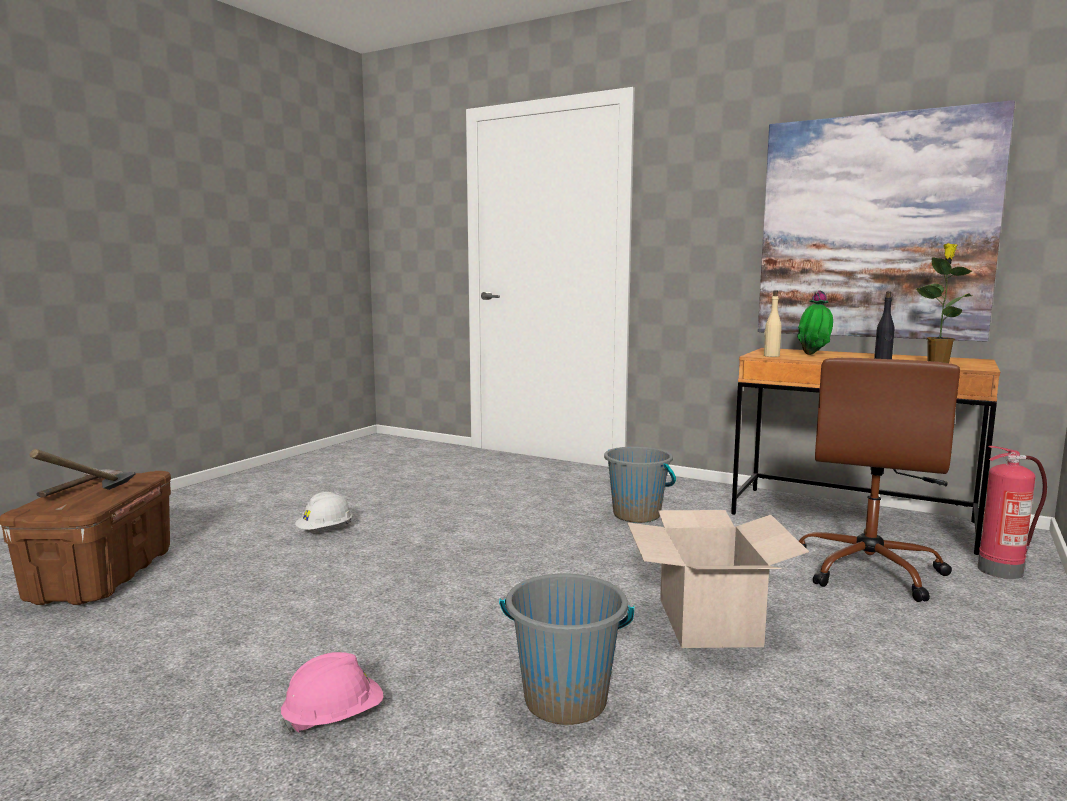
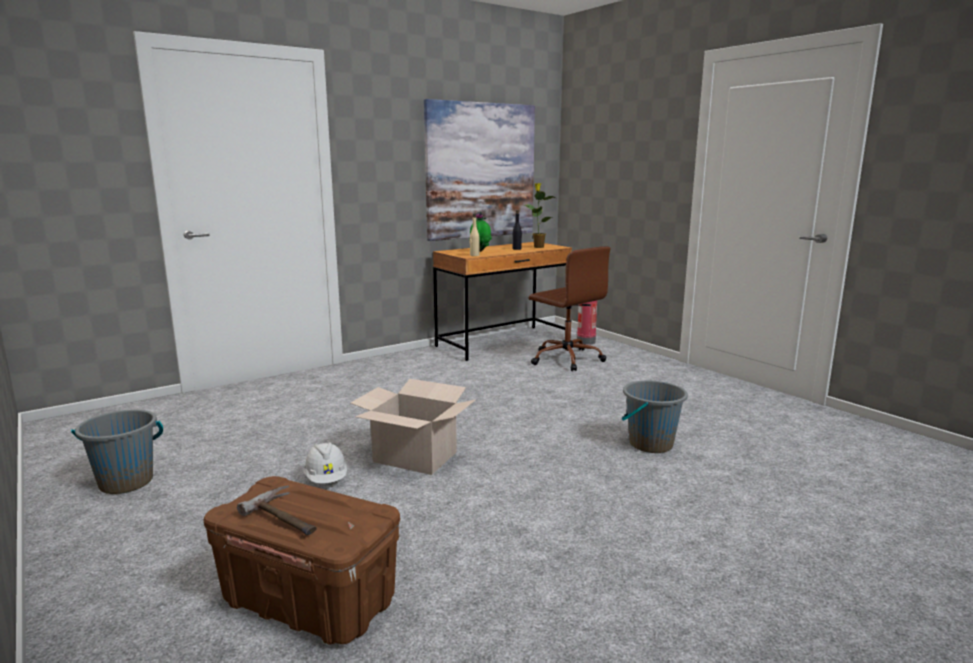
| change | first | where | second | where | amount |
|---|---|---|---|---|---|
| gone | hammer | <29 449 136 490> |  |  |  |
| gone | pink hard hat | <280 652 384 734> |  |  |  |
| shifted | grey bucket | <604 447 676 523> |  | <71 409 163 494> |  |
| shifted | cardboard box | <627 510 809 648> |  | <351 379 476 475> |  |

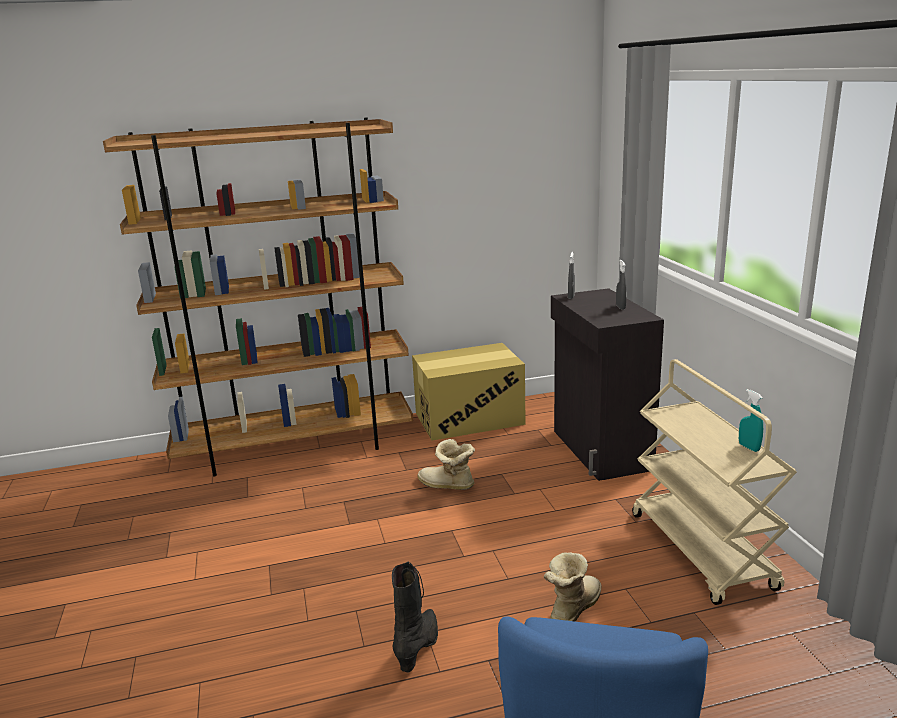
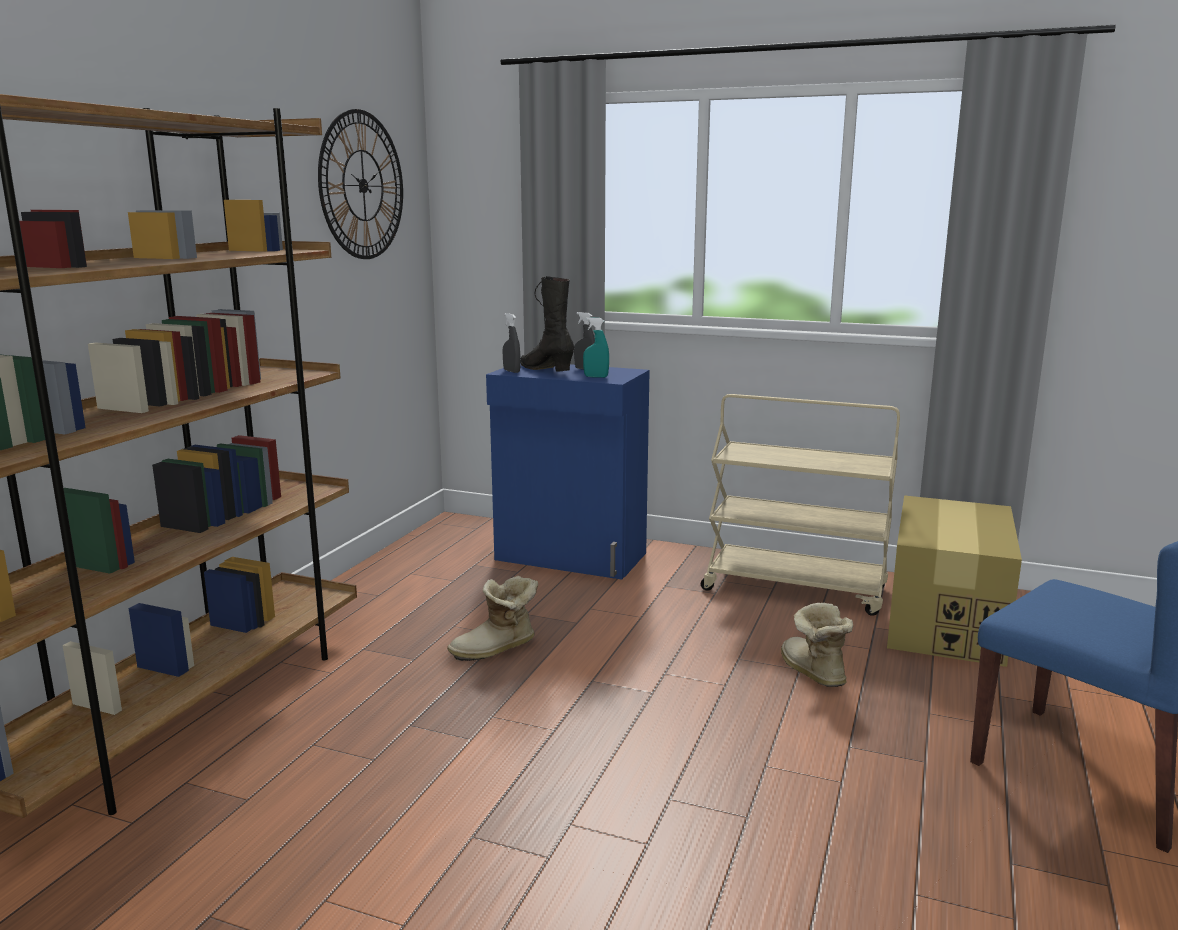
| change | first | where | second | where | amount |
|---|---|---|---|---|---|
| shifted | black boot | <392 561 438 673> |  | <521 276 574 372> |  |
| shifted | cardboard box | <412 343 526 441> |  | <887 495 1022 667> |  |
| repainted | black cabinet | <551 288 664 481> | blue cabinet | <486 364 650 580> |  |
| shifted | turquoise spray bottle | <739 389 763 452> |  | <583 317 609 378> |  |
| new |  |  | wall clock | <318 109 403 259> |  |

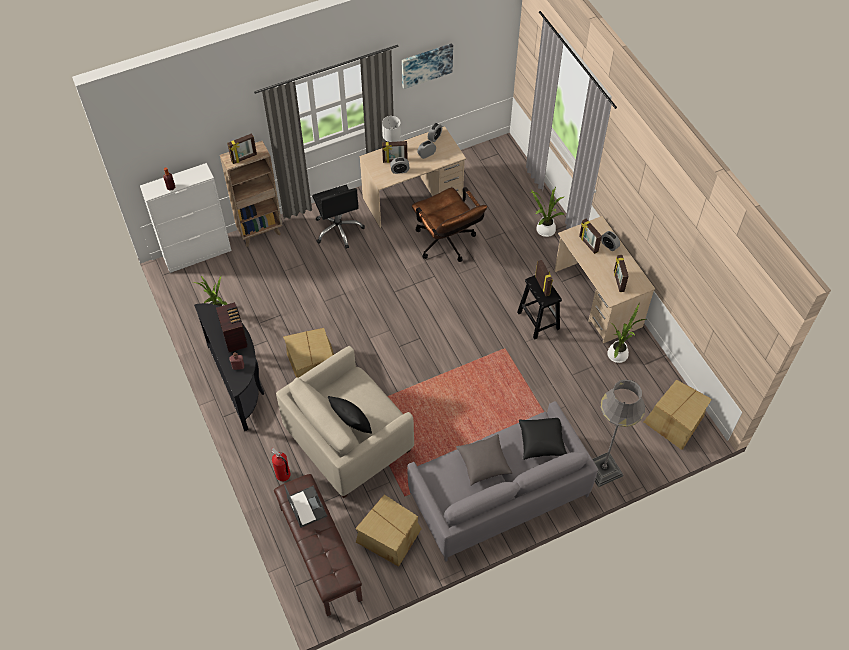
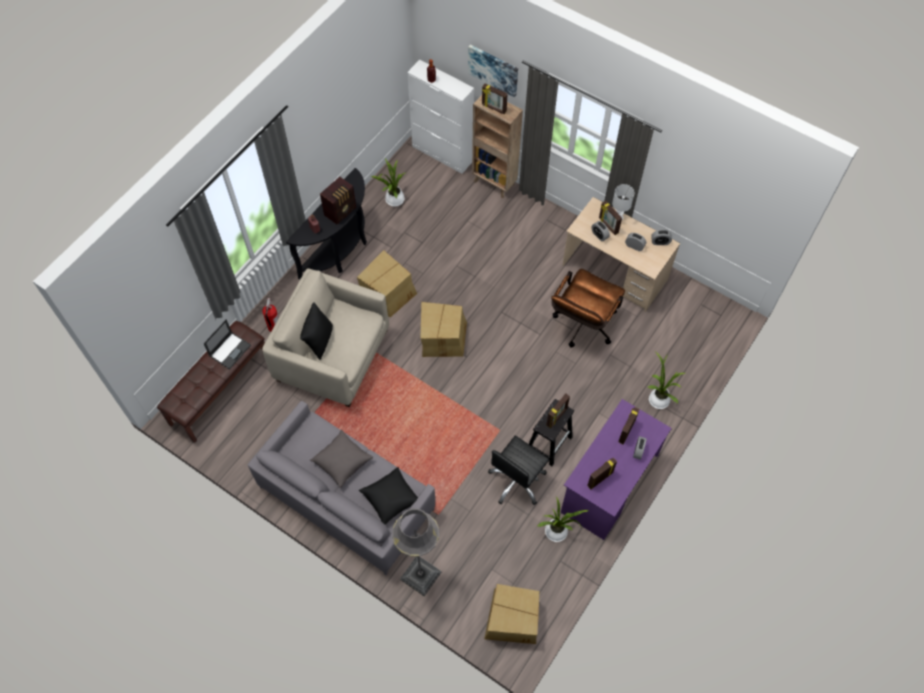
| change | first | where | second | where | amount |
|---|---|---|---|---|---|
| shifted | black office chair | <312 185 365 249> |  | <488 436 549 505> |  |
| shifted | cardboard box | <355 494 421 567> |  | <421 302 467 357> |  |
| shifted | picture | <402 43 453 89> |  | <468 44 518 98> |  |
| repainted | beige desk | <555 216 655 344> | purple desk | <561 399 672 540> |  |

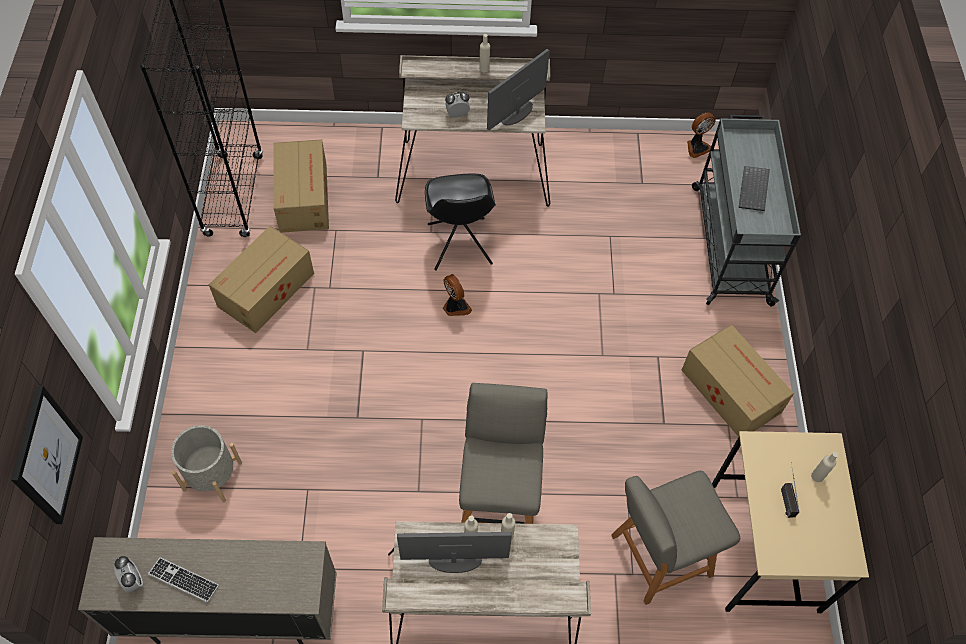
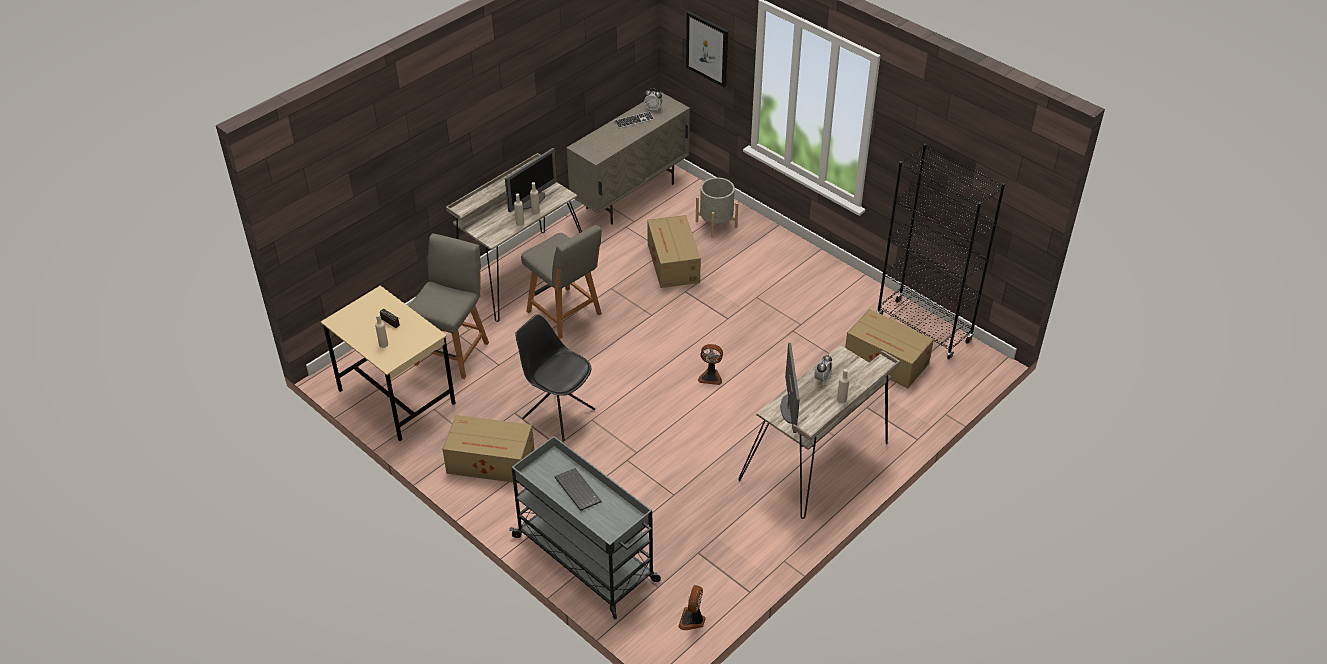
| change | first | where | second | where | amount |
|---|---|---|---|---|---|
| shifted | cardboard box | <209 226 314 333> |  | <647 215 701 288> |  |
| shifted | black chair | <425 174 496 271> |  | <515 315 595 441> |  |

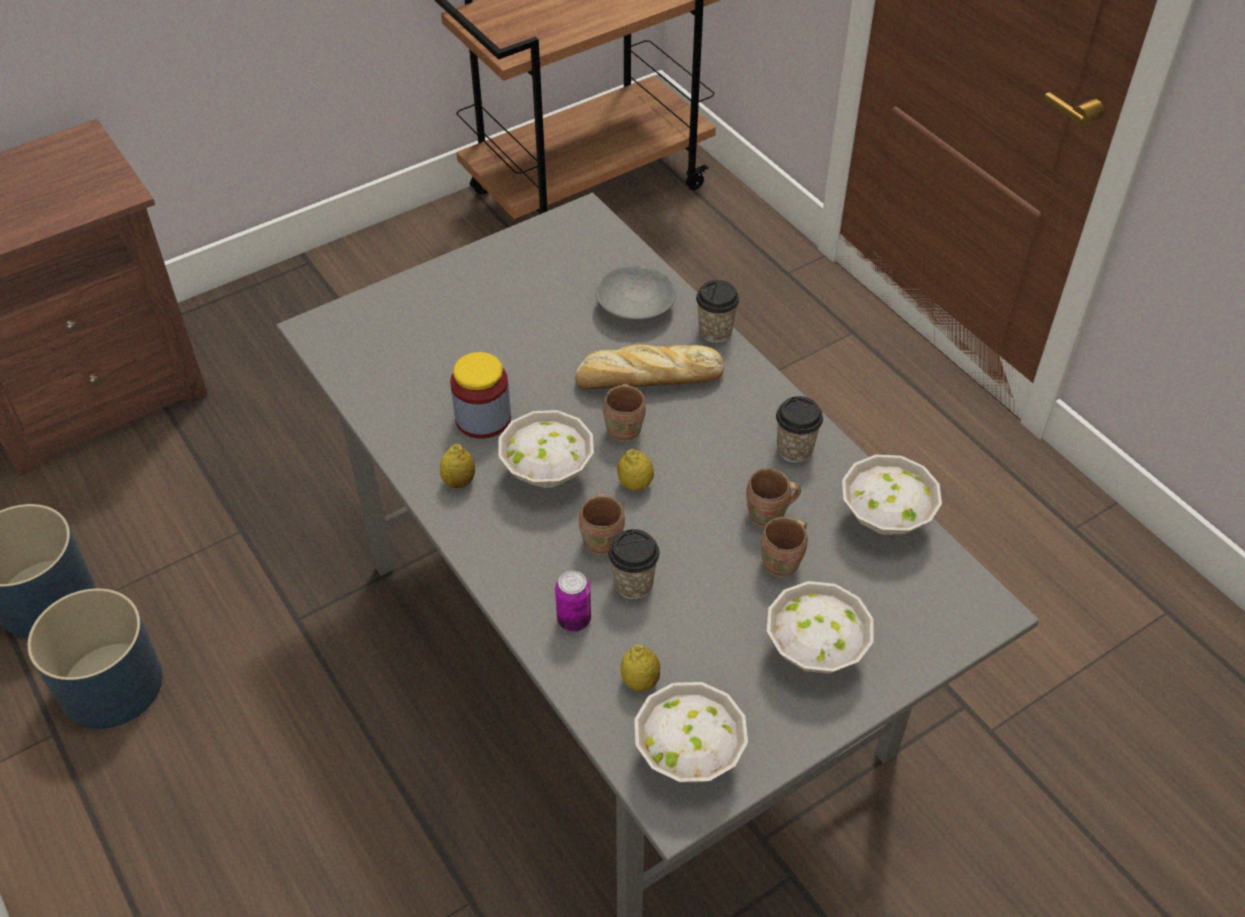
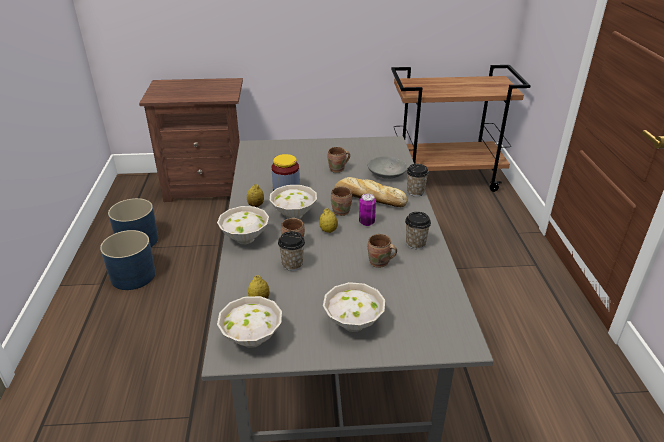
| change | first | where | second | where | amount |
|---|---|---|---|---|---|
| shifted | can | <555 571 591 632> |  | <359 194 376 226> |  |
| shifted | brown mug | <760 517 808 577> |  | <328 147 350 173> |  |
| shifted | white bowl | <842 455 942 535> |  | <217 206 269 244> |  |

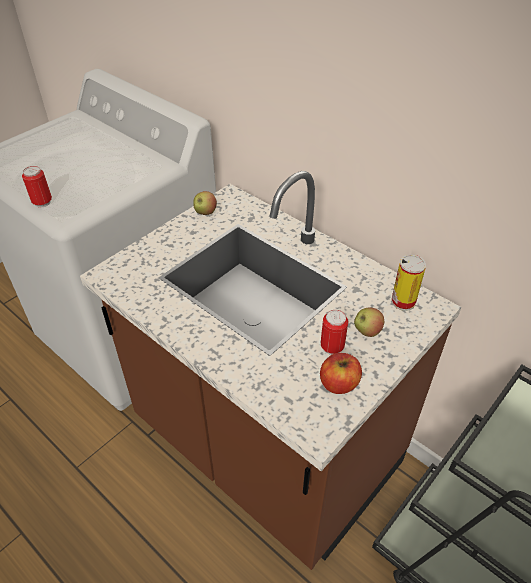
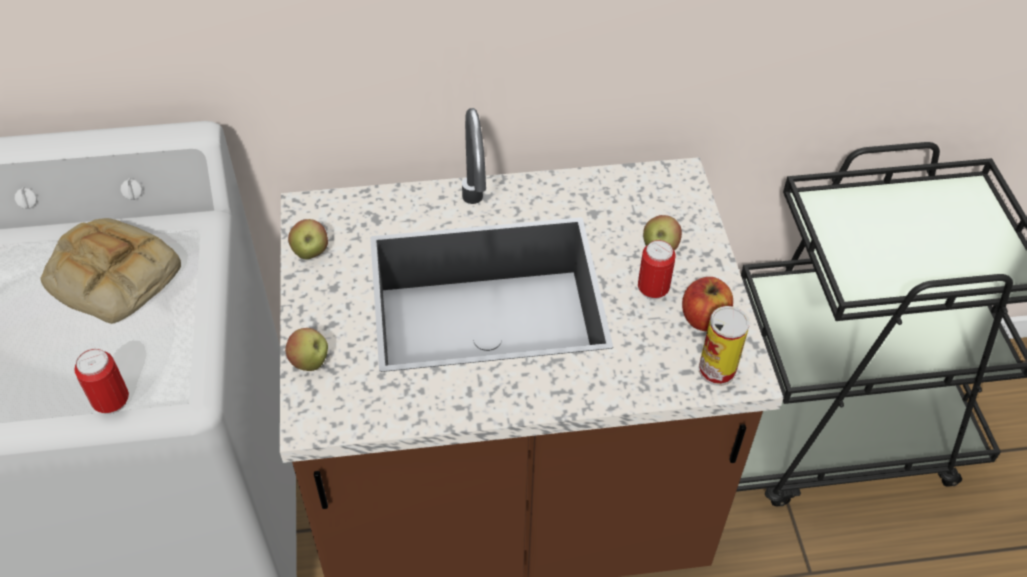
| change | first | where | second | where | amount |
|---|---|---|---|---|---|
| shifted | can | <391 254 426 311> |  | <699 306 749 386> |  |
| new |  |  | bread | <40 218 181 324> |  |
| new |  |  | apple | <285 328 328 371> |  |

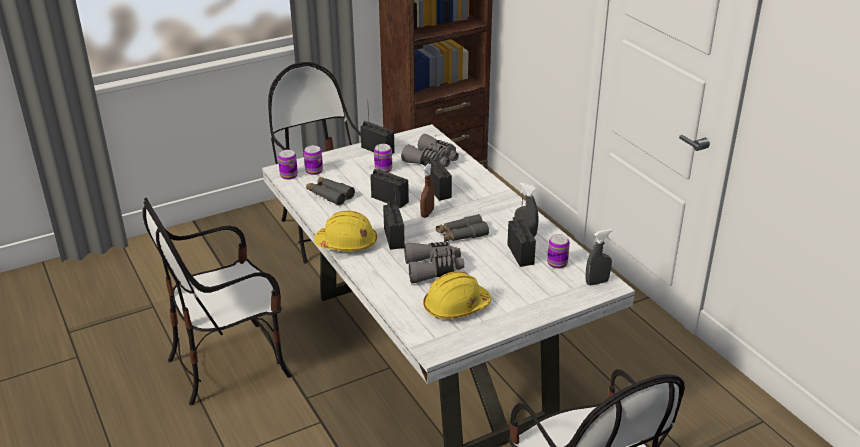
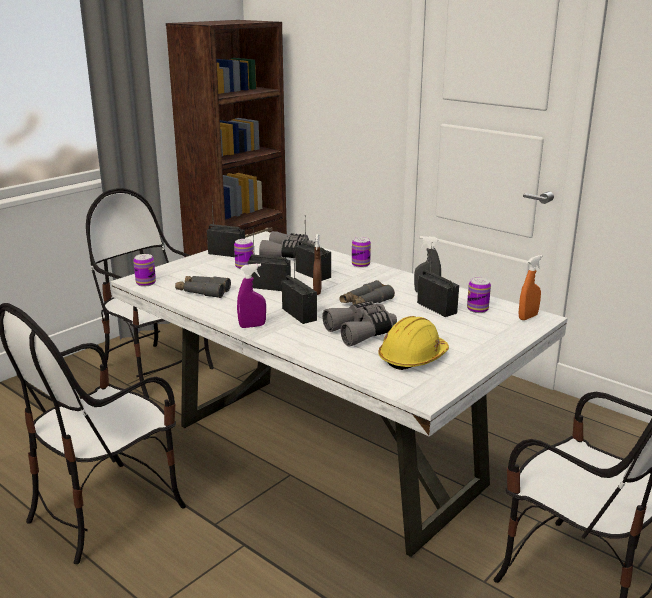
| change | first | where | second | where | amount |
|---|---|---|---|---|---|
| shifted | can | <304 145 323 175> |  | <352 237 371 268> |  |
| swapped | yellow hard hat | <314 211 377 251> | purple spray bottle | <237 263 266 328> |  |
| repainted | grey spray bottle | <585 229 613 285> | orange spray bottle | <518 255 543 320> |  |

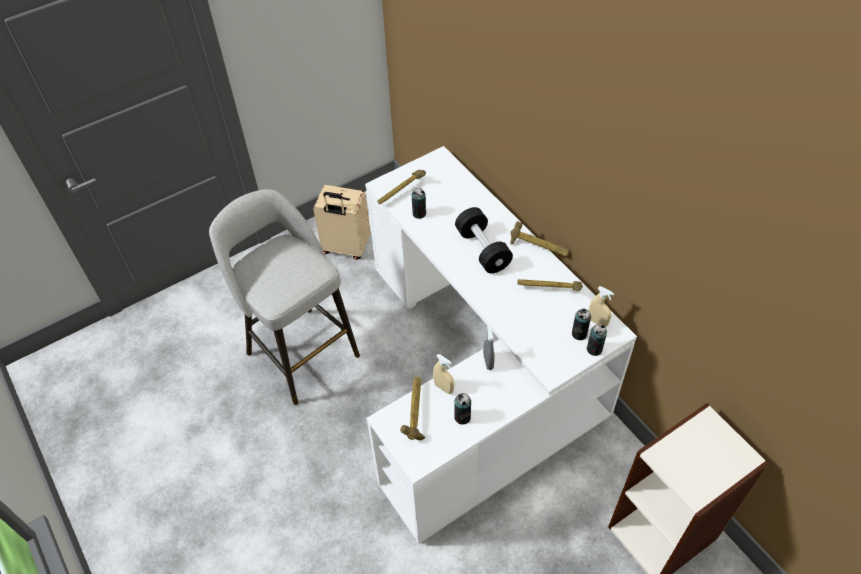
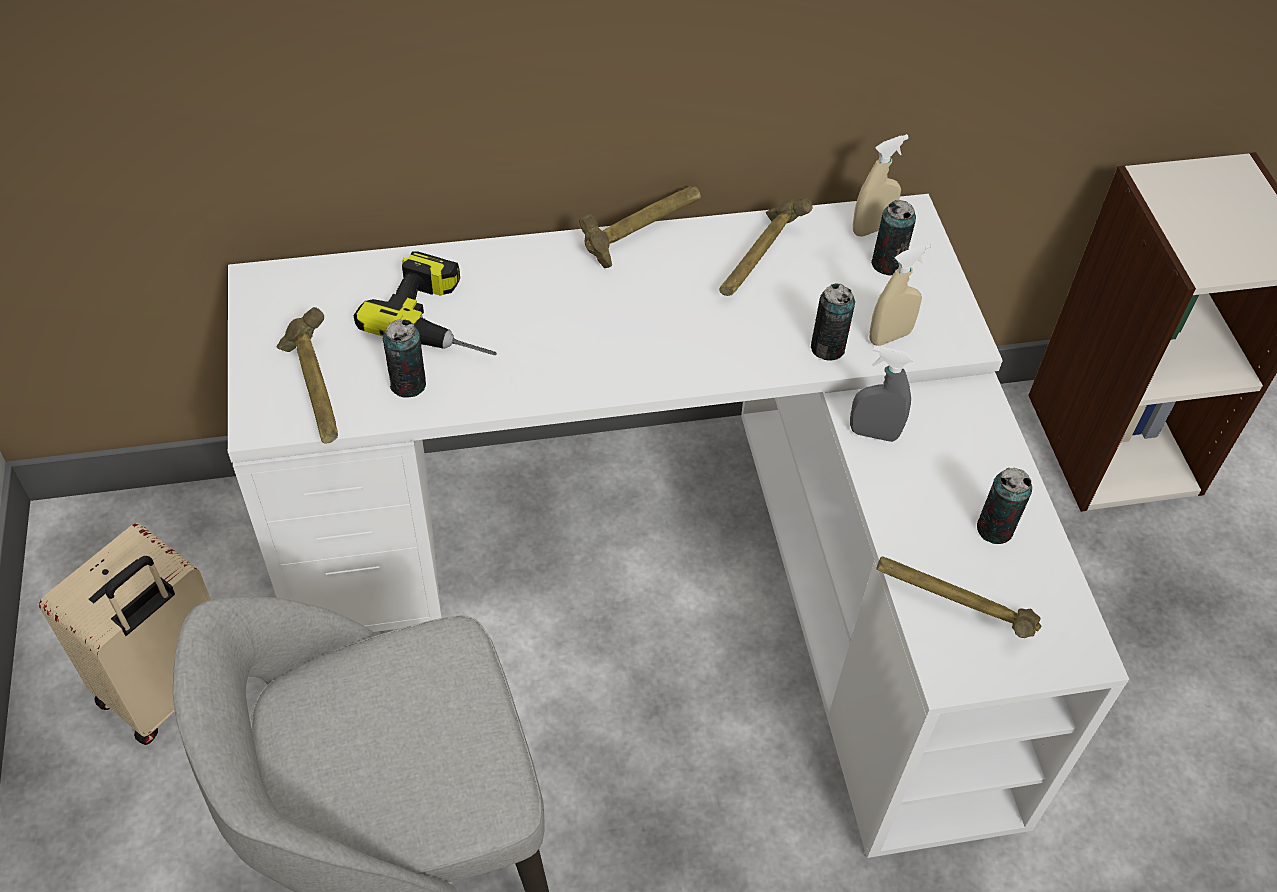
| change | first | where | second | where | amount |
|---|---|---|---|---|---|
| shifted | beige spray bottle | <433 354 454 394> |  | <869 243 931 346> |  |
| gone | black dumbbell | <455 207 513 273> |  |  |  |
| shifted | can | <586 324 607 356> |  | <811 283 855 361> |  |
| new |  |  | power drill | <353 251 497 355> |  |

